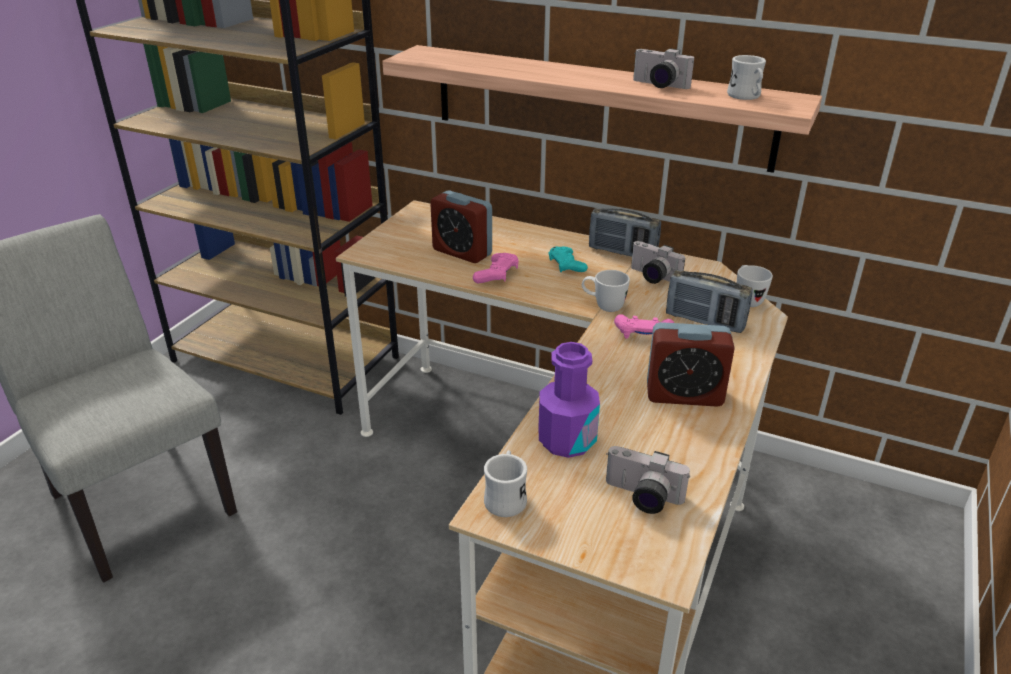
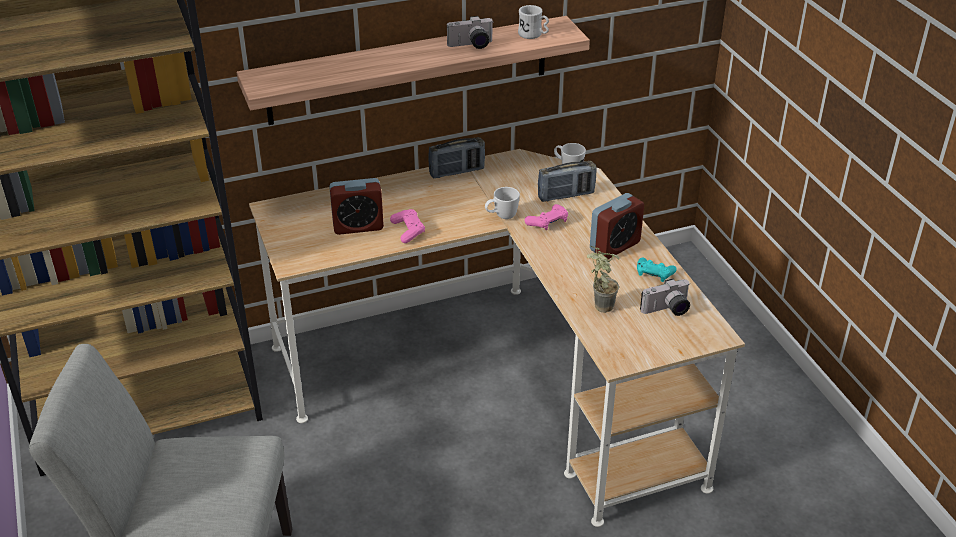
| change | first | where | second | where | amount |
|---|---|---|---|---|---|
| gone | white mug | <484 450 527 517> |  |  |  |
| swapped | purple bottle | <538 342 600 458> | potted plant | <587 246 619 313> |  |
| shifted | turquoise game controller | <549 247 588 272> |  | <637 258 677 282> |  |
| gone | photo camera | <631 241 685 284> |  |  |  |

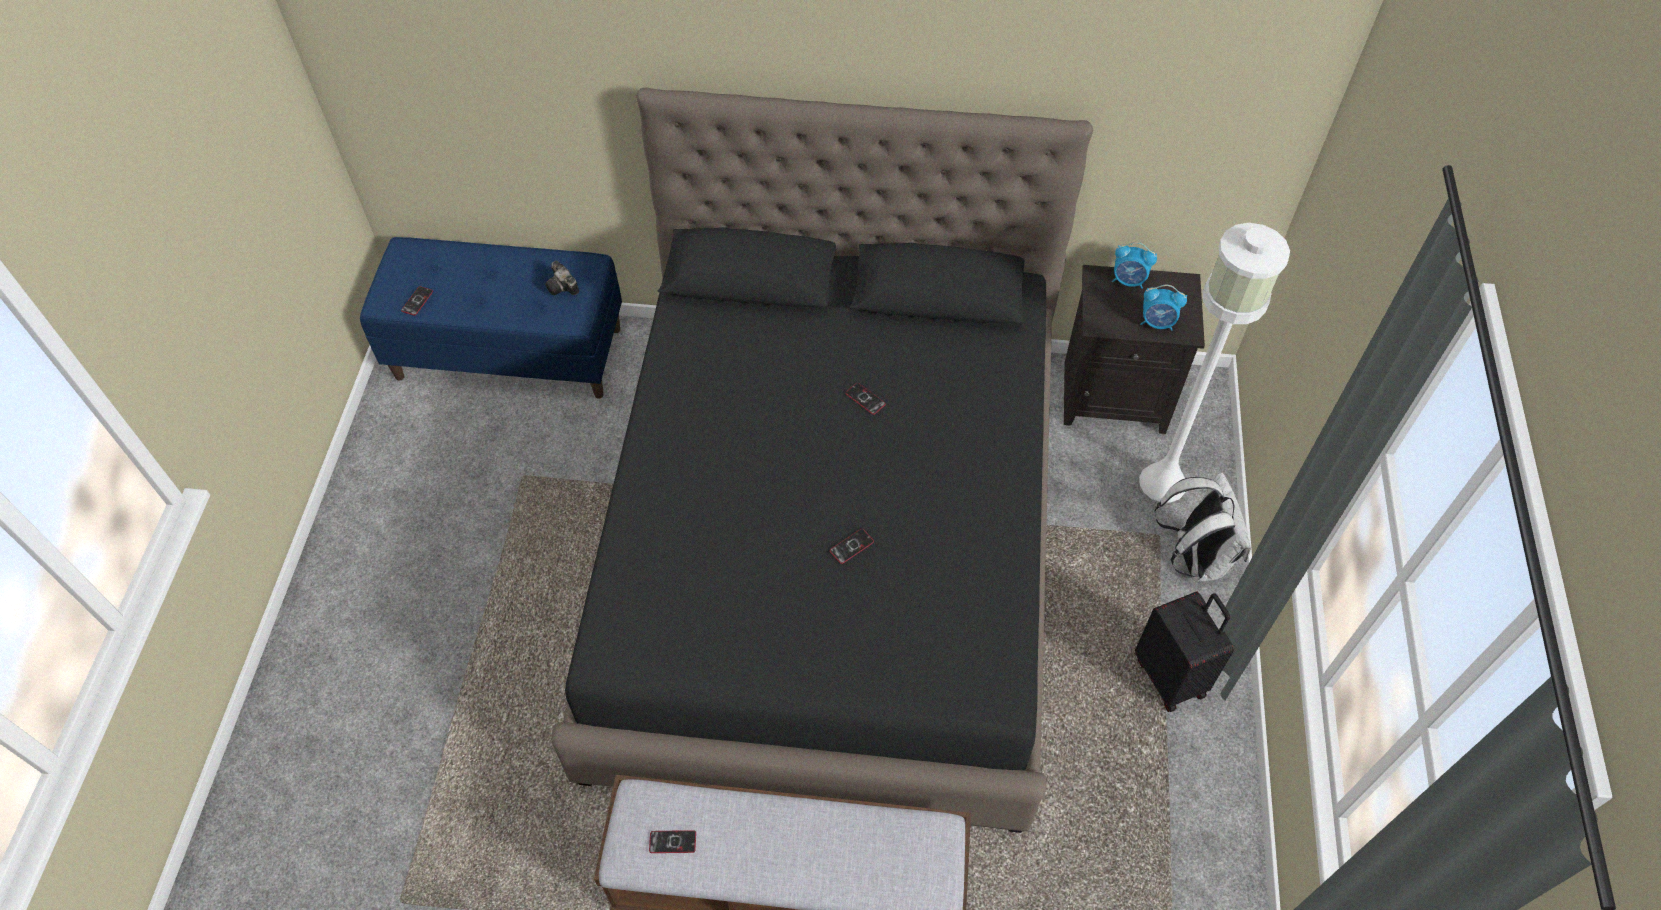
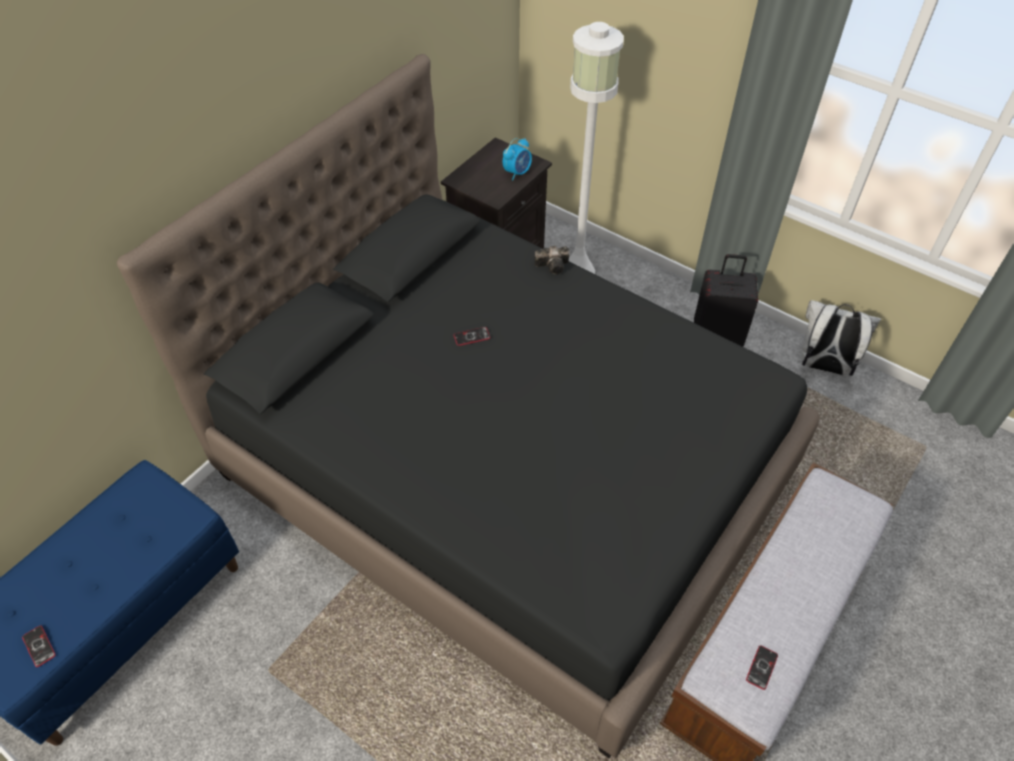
| change | first | where | second | where | amount |
|---|---|---|---|---|---|
| shifted | photo camera | <545 261 579 295> |  | <535 246 569 275> |  |
| gone | phone | <830 528 874 564> |  |  |  |
| gone | alarm clock | <1112 242 1157 289> |  |  |  |
| shifted | white backpack | <1154 473 1251 582> |  | <802 300 881 376> |  |

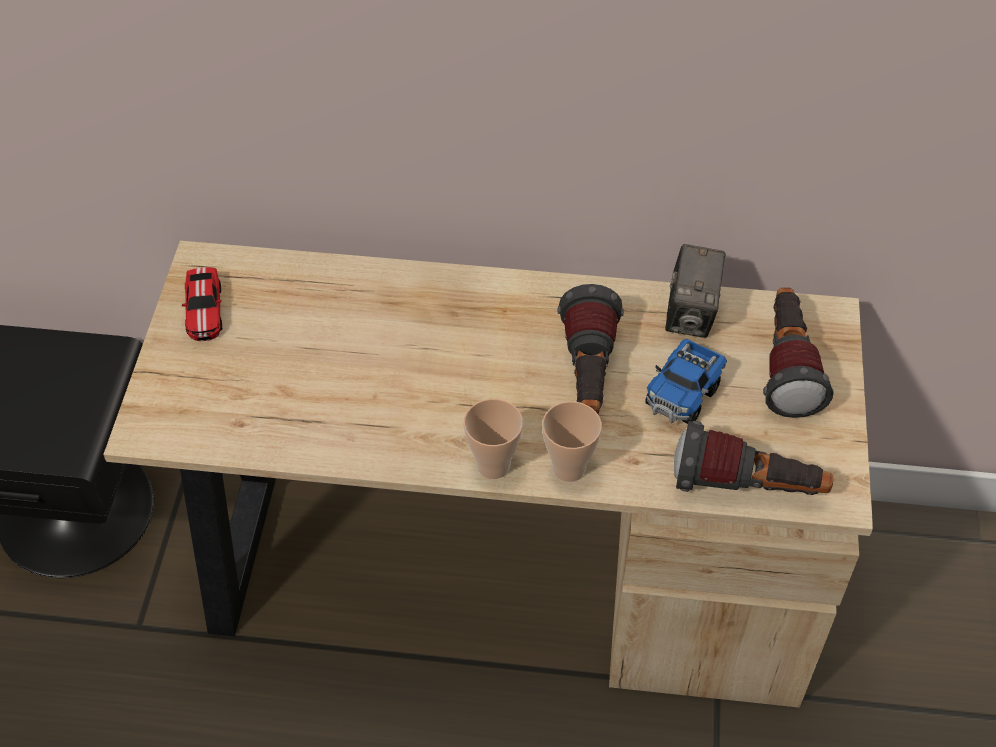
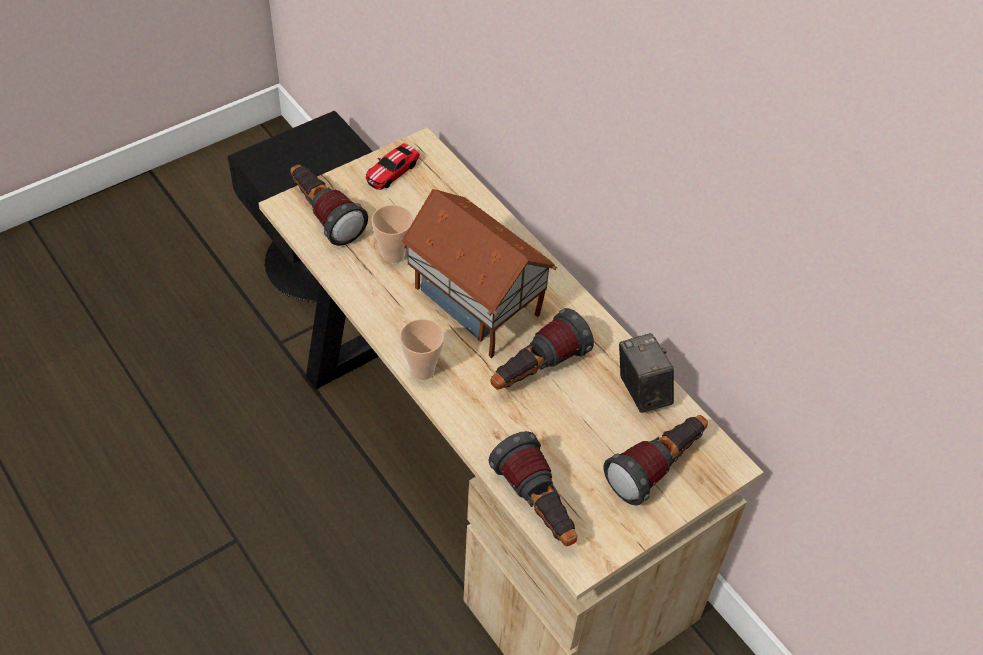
| change | first | where | second | where | amount |
|---|---|---|---|---|---|
| shifted | cup | <542 401 602 482> |  | <372 205 413 263> |  |
| gone | toy truck | <645 339 727 424> |  |  |  |
| rotated | photo camera | <665 244 726 338> |  | <619 333 674 413> | 105 degrees clockwise |
| new |  |  | flashlight | <290 165 368 246> |  |
| new |  |  | toy house | <400 189 557 358> |  |

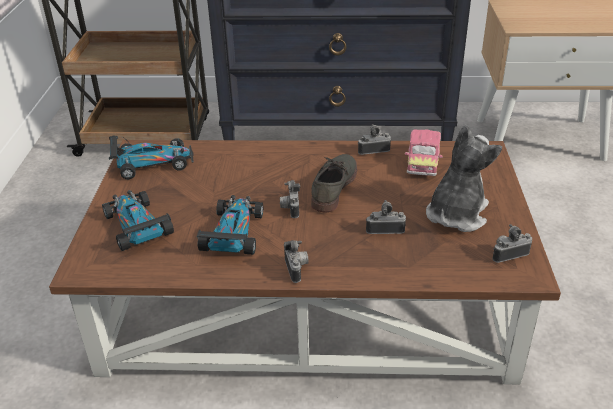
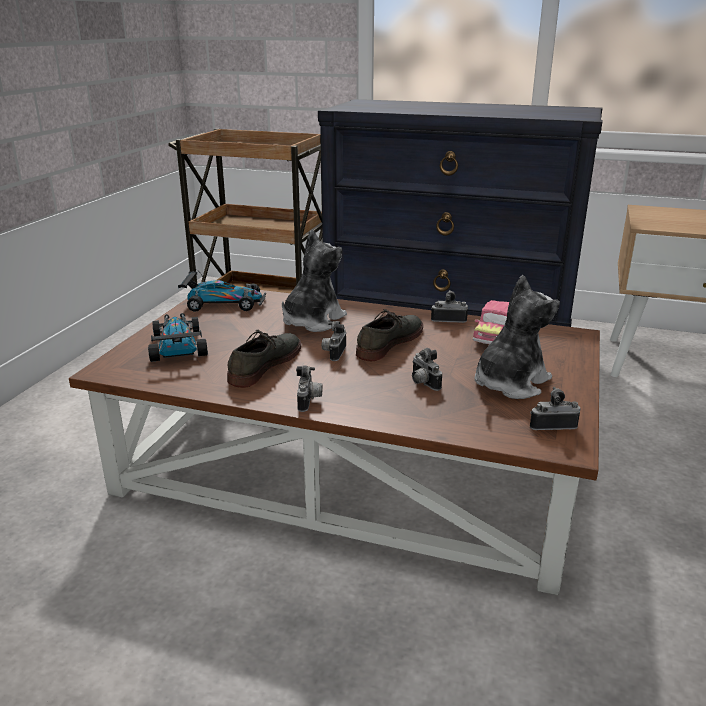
| change | first | where | second | where | amount |
|---|---|---|---|---|---|
| swapped | toy car | <197 195 263 255> | grey shoe | <227 330 301 388> |  |
| rotated | photo camera | <366 200 406 234> |  | <412 348 442 391> | 135 degrees counterclockwise |
| new |  |  | plush toy | <282 230 347 332> |  |

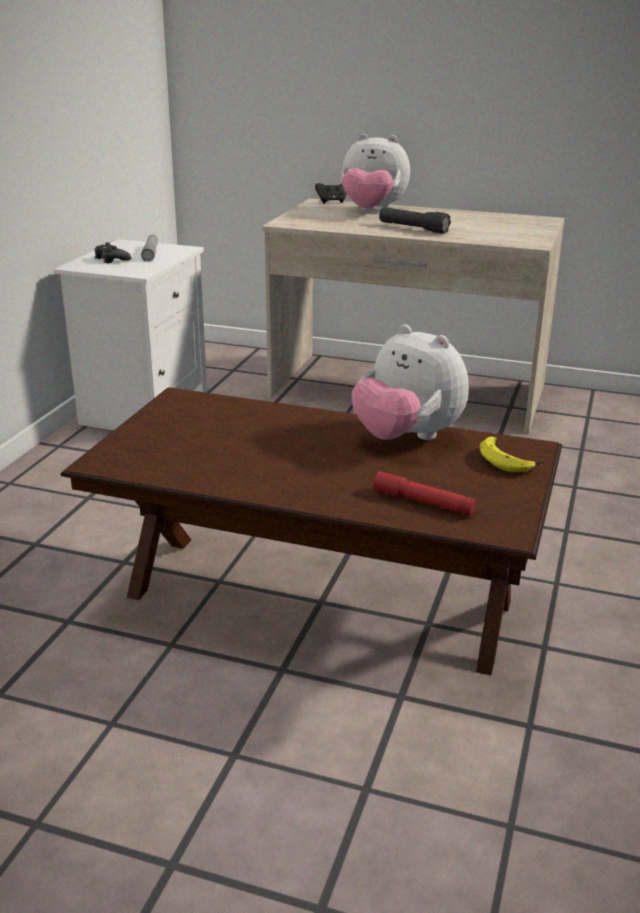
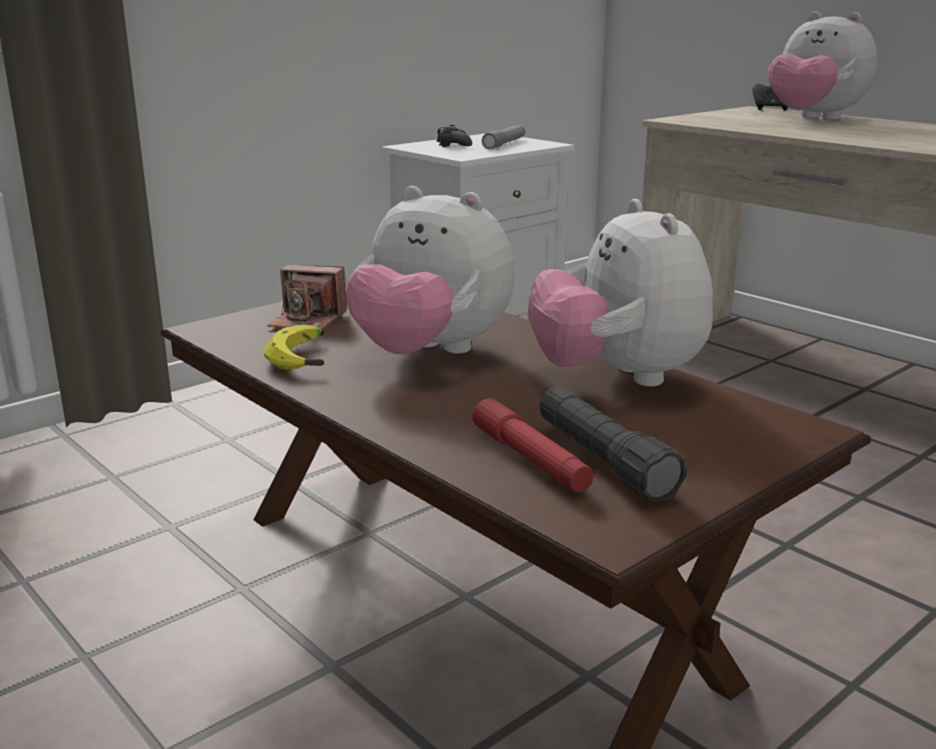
| change | first | where | second | where | amount |
|---|---|---|---|---|---|
| shifted | black flashlight | <379 207 451 234> |  | <539 386 687 501> |  |
| shifted | banana | <480 436 545 472> |  | <264 325 324 370> |  |
| new |  |  | photo camera | <267 265 347 329> |  |
| new |  |  | plush toy | <345 186 515 354> |  |

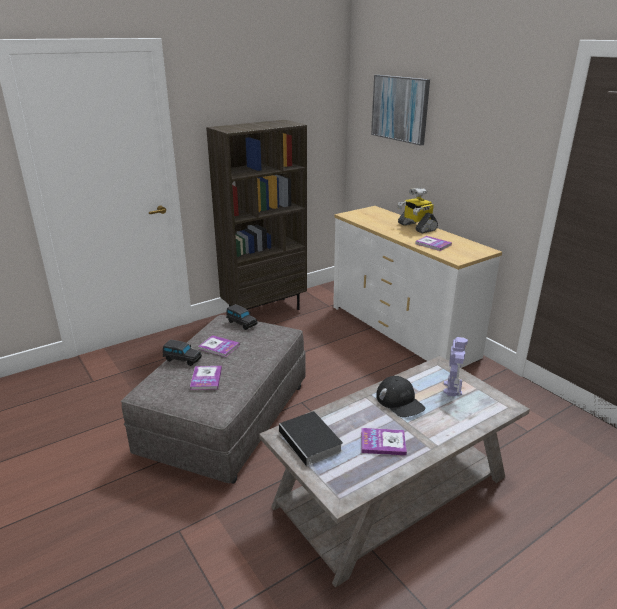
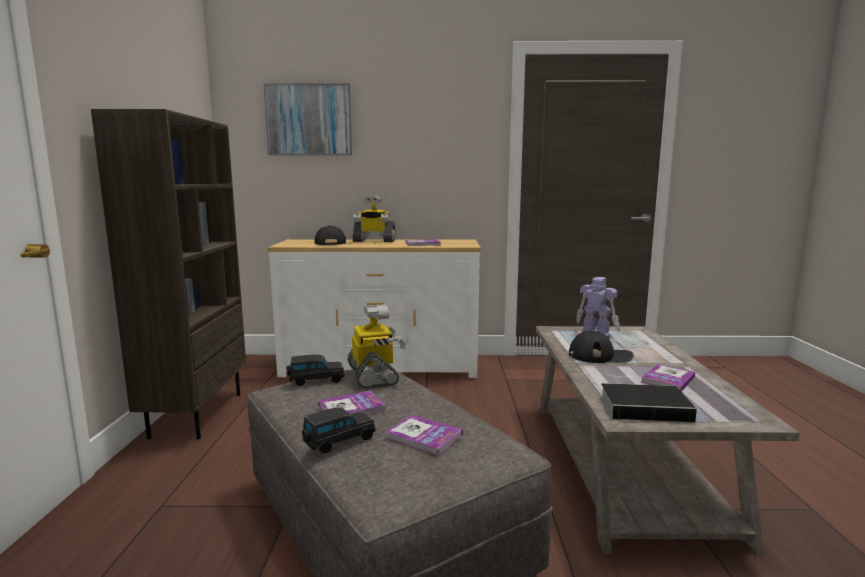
| change | first | where | second | where | amount |
|---|---|---|---|---|---|
| new |  |  | black cap | <314 226 346 245> |  |
| new |  |  | toy robot | <347 304 406 388> |  |

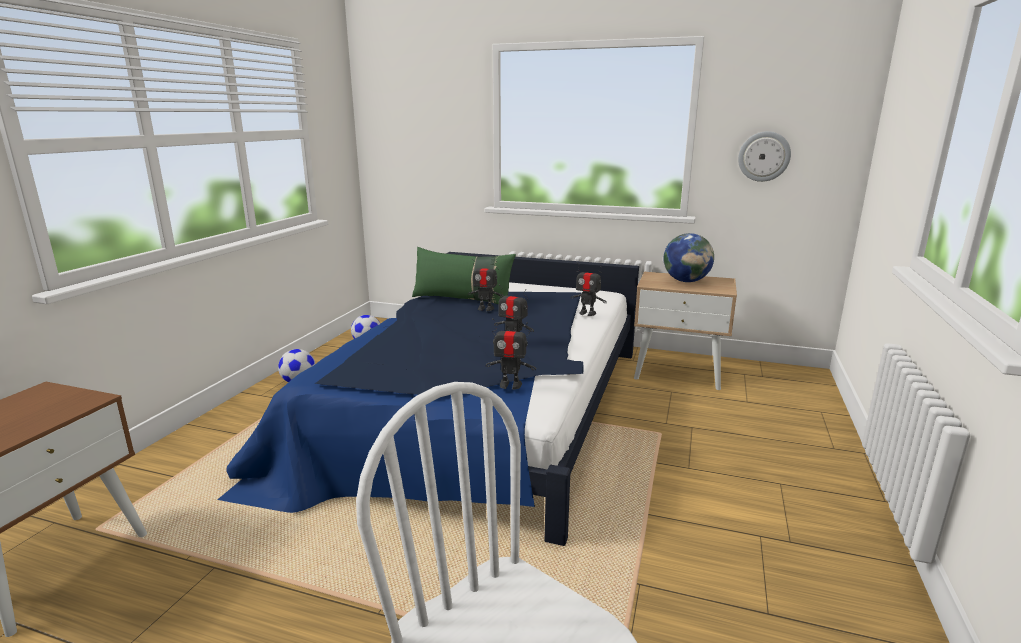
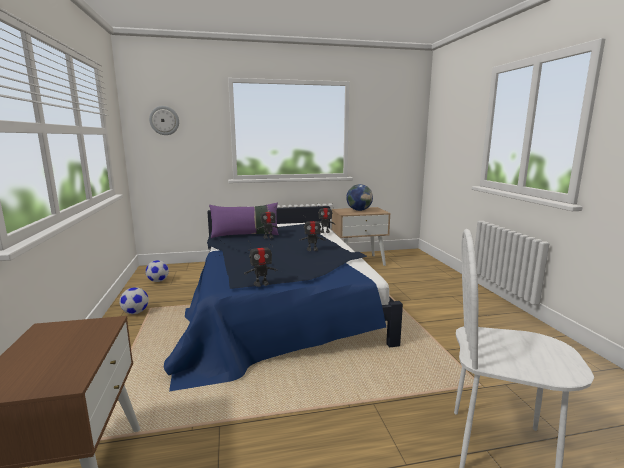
| change | first | where | second | where | amount |
|---|---|---|---|---|---|
| repainted | green pillow | <412 247 516 305> | purple pillow | <209 202 279 238> |  |
| shifted | toy robot | <485 318 536 390> |  | <244 240 277 287> |  |
| shifted | wall clock | <738 131 791 182> |  | <149 106 179 135> |  |

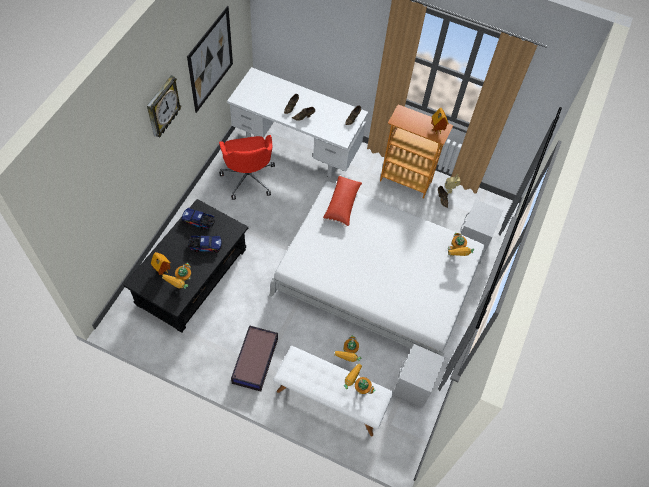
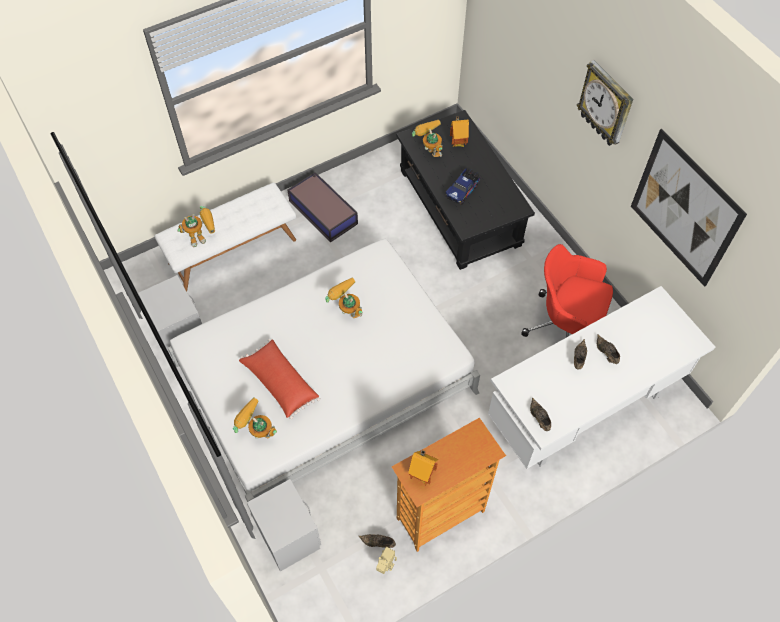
| change | first | where | second | where | amount |
|---|---|---|---|---|---|
| gone | toy truck | <182 208 215 230> |  |  |  |
| shifted | red pillow | <323 175 362 227> |  | <239 339 320 419> |  |
| shifted | toy robot | <334 335 361 362> |  | <325 277 362 318> |  |

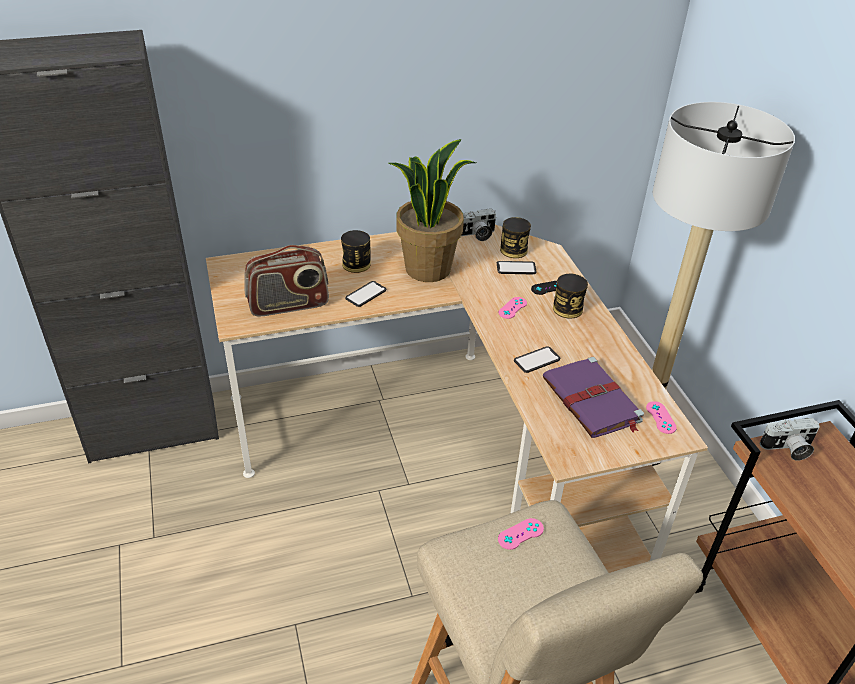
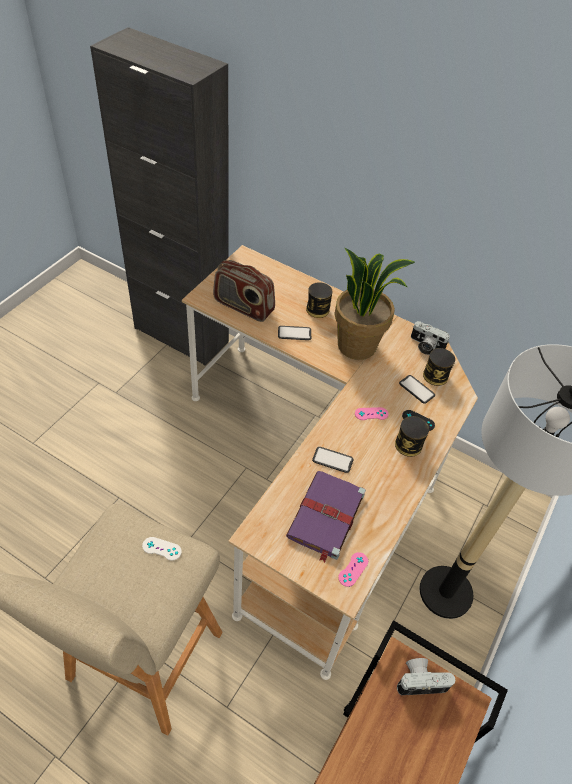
| change | first | where | second | where | amount |
|---|---|---|---|---|---|
| repainted | pink game controller | <498 518 544 550> | white game controller | <142 537 182 561> |  |
| rotated | photo camera | <760 418 820 461> |  | <397 658 455 695> | 135 degrees clockwise |

